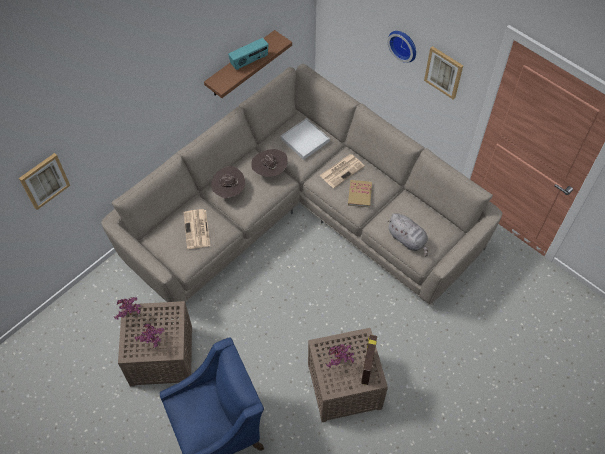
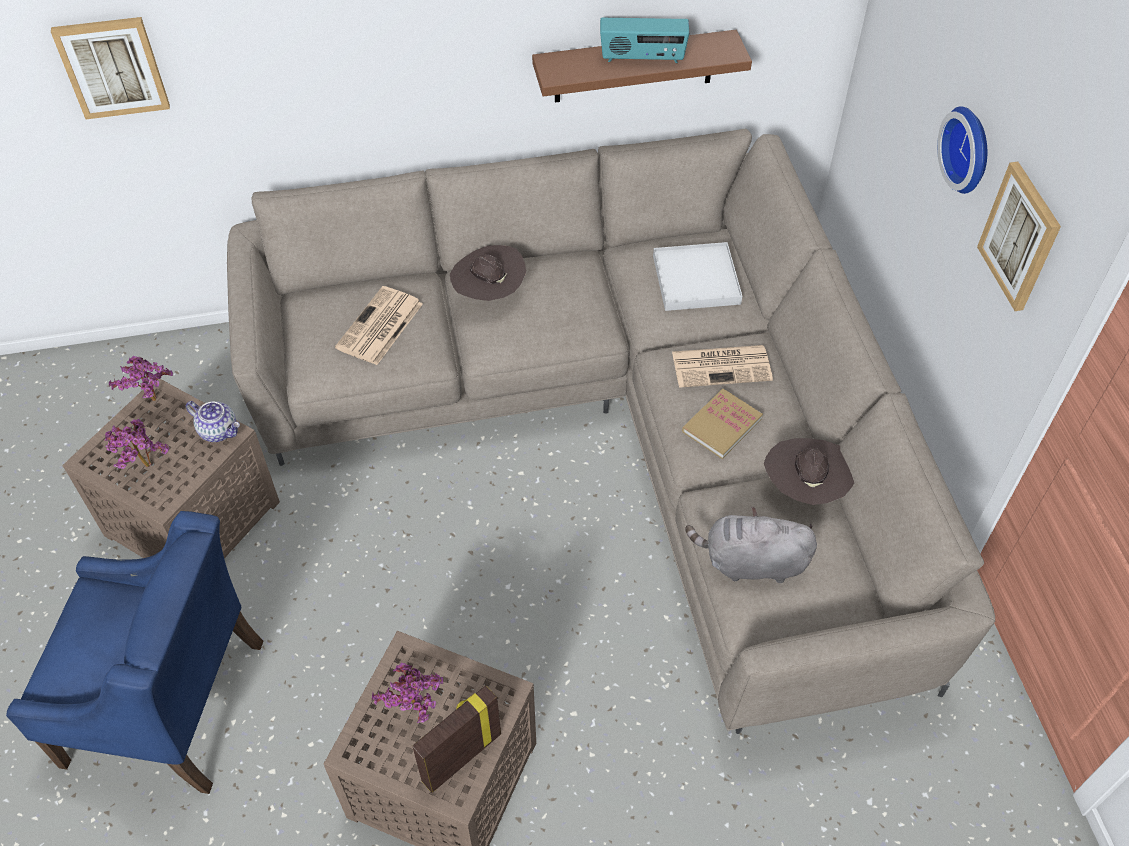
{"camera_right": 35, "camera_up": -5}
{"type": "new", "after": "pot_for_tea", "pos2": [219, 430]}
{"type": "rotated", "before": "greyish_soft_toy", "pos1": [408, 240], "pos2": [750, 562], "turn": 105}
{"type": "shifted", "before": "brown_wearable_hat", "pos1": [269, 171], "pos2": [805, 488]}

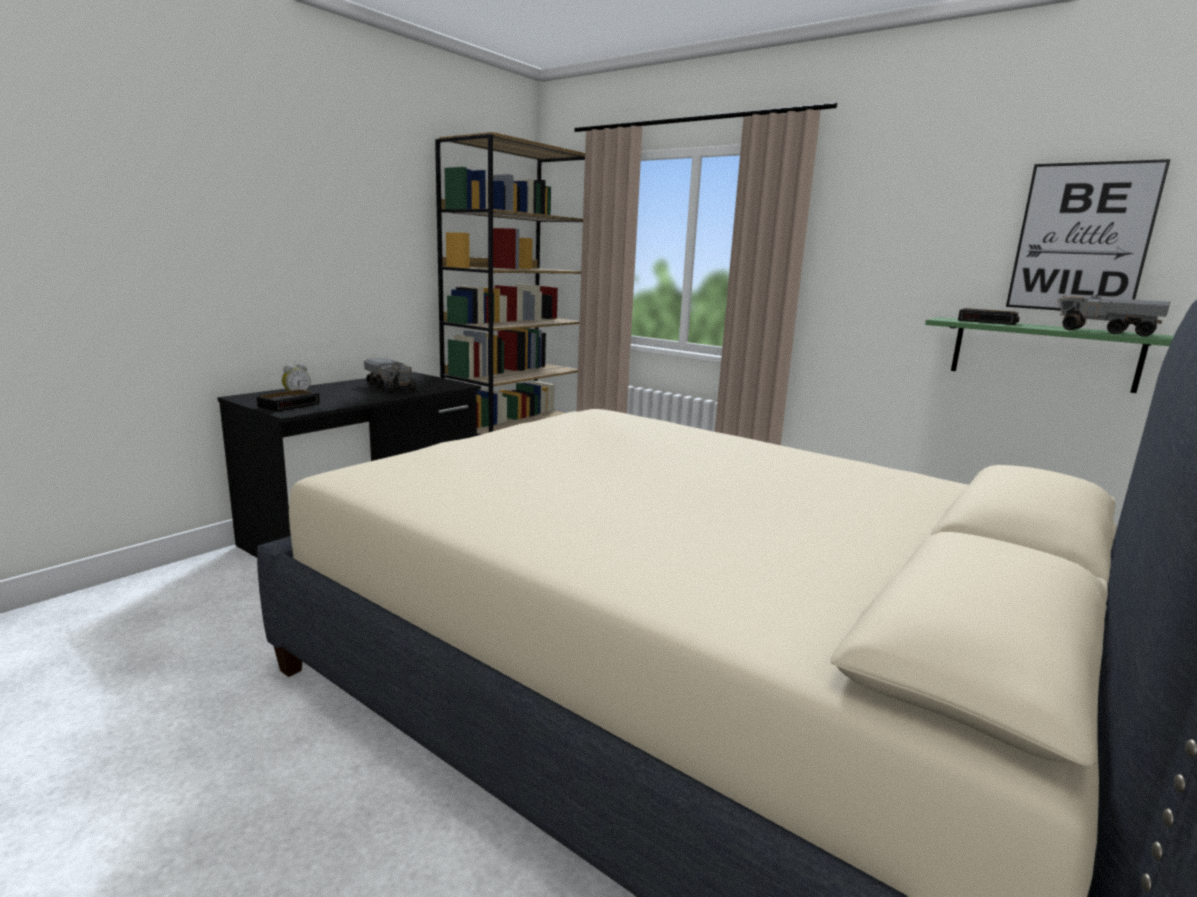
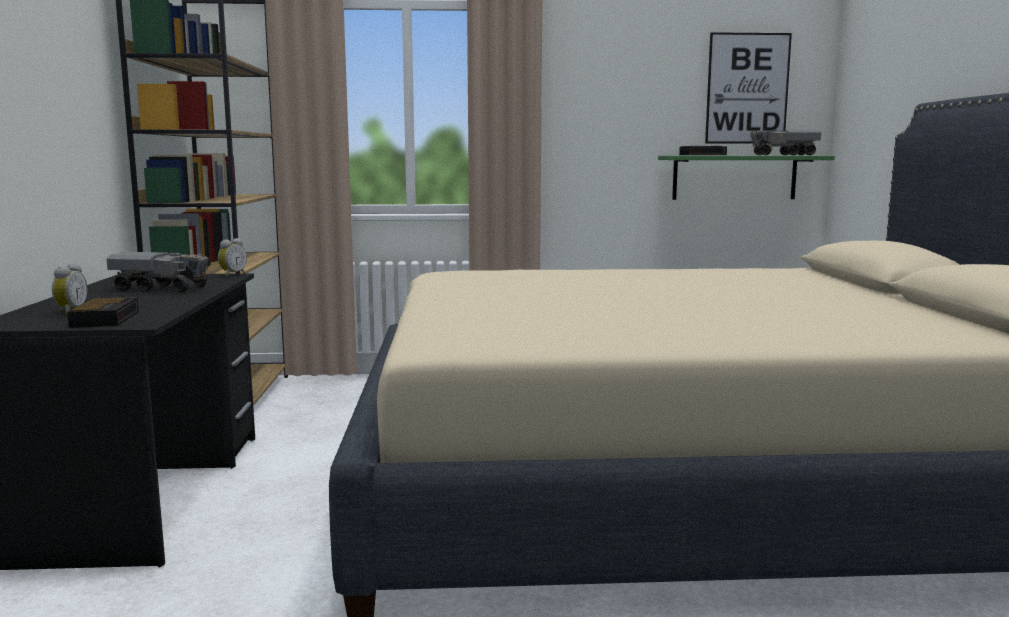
{"camera_right": -40, "camera_up": -5}
{"type": "new", "after": "bedside_clock", "pos2": [232, 275]}

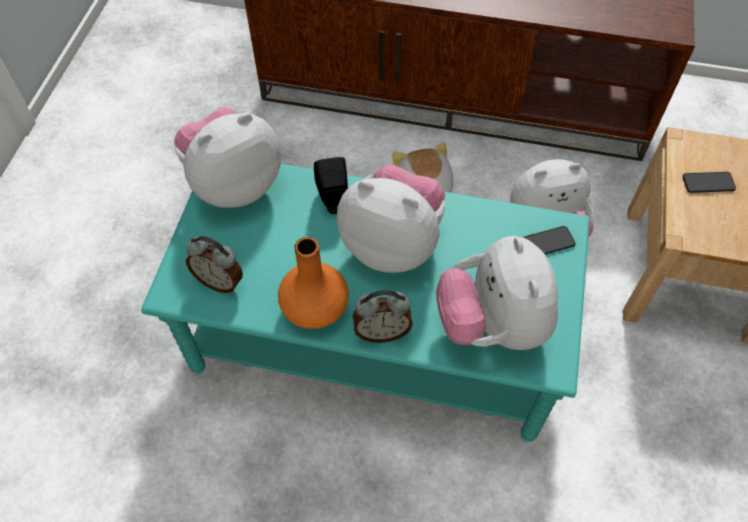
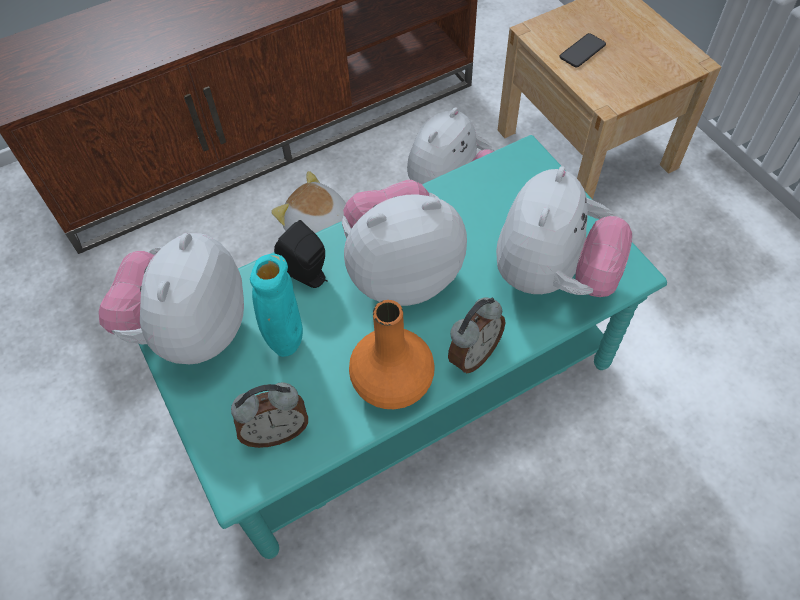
{"camera_right": -40, "camera_up": 0}
{"type": "new", "after": "turquoise_flower_vase", "pos2": [287, 343]}
{"type": "rotated", "before": "soft_toy", "pos1": [492, 324], "pos2": [552, 276], "turn": -105}
{"type": "gone", "before": "phone", "pos1": [546, 243]}

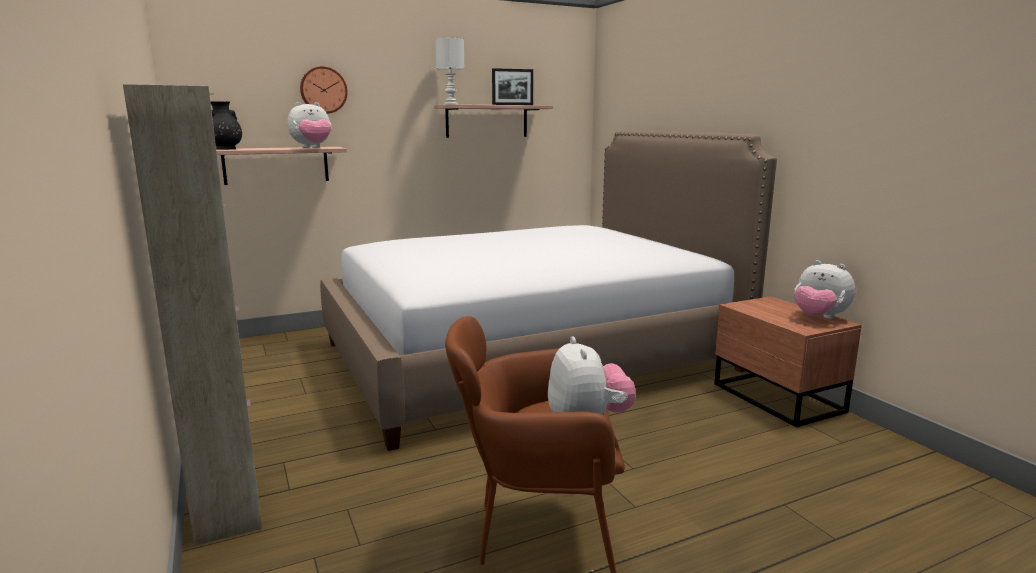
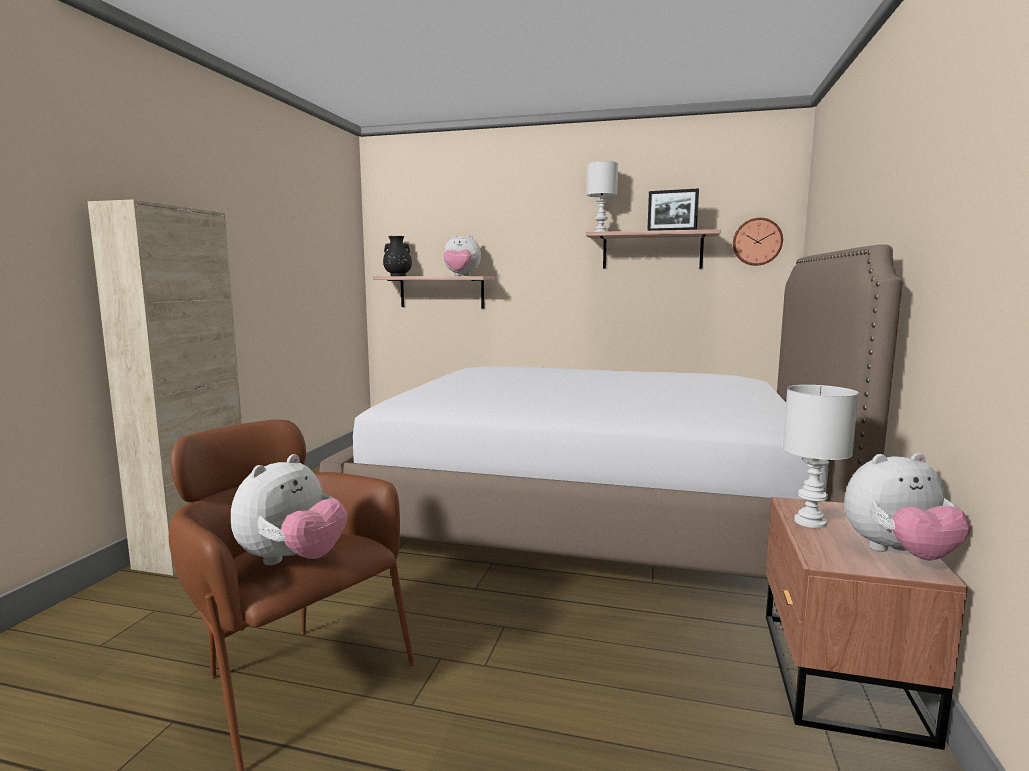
{"camera_right": 40, "camera_up": -5}
{"type": "shifted", "before": "clock_on_the_wall", "pos1": [323, 90], "pos2": [757, 242]}
{"type": "new", "after": "whitish_tabletop_lamp", "pos2": [809, 522]}
{"type": "rotated", "before": "soft_toy", "pos1": [819, 318], "pos2": [898, 554], "turn": -90}

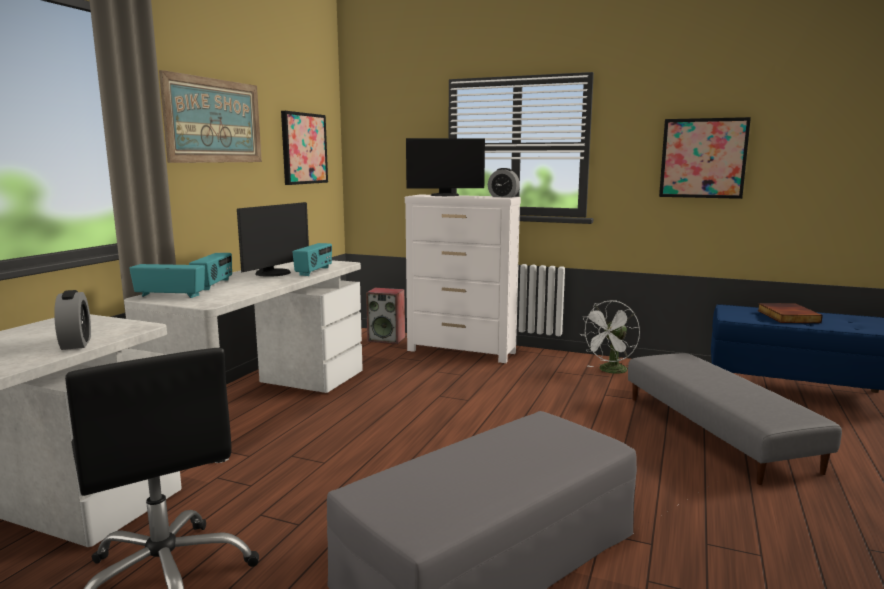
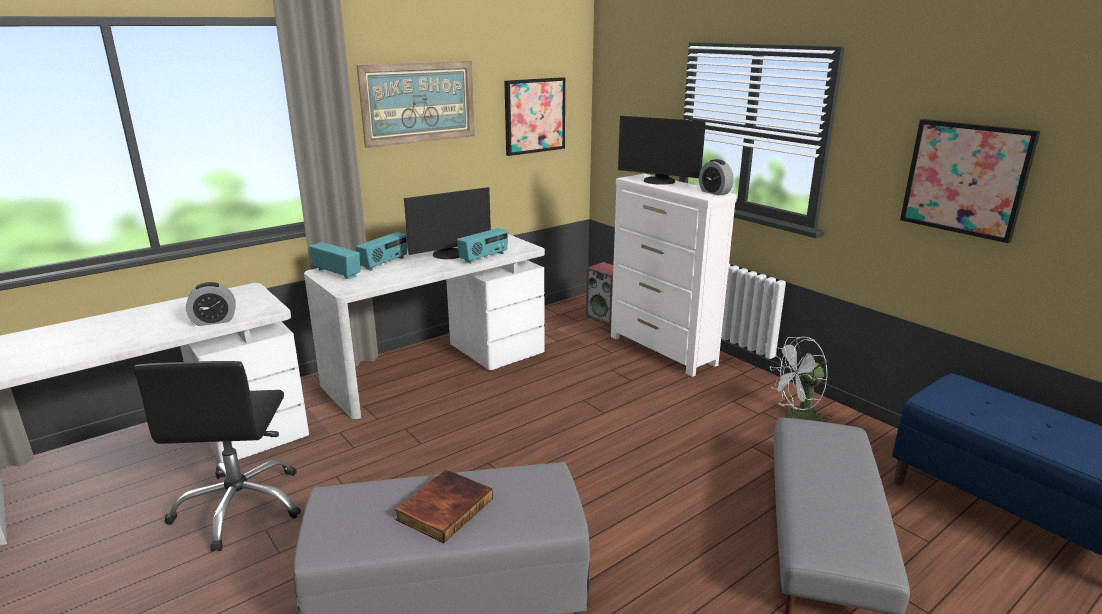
{"camera_right": 30, "camera_up": 10}
{"type": "rotated", "before": "bedside_clock", "pos1": [76, 343], "pos2": [214, 321], "turn": 60}
{"type": "shifted", "before": "book", "pos1": [786, 316], "pos2": [444, 508]}

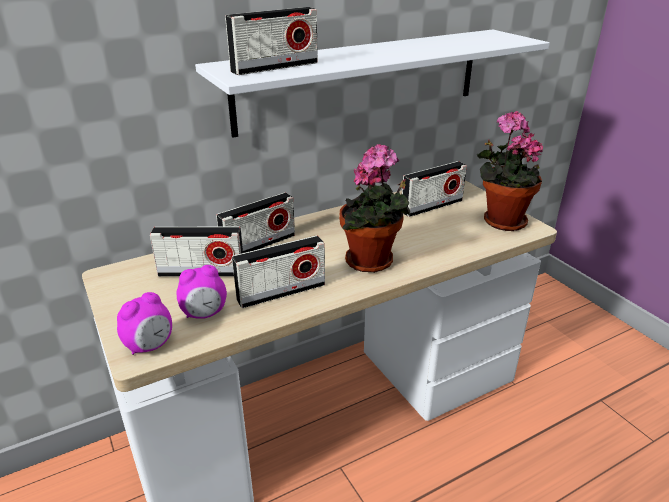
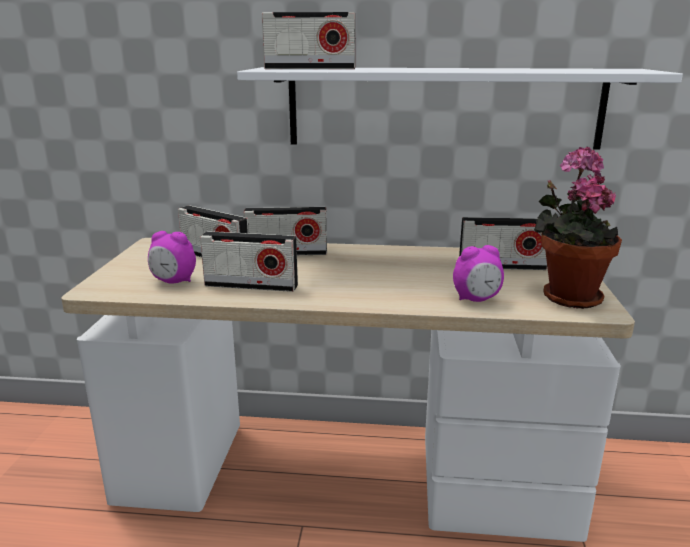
{"camera_right": 35, "camera_up": -10}
{"type": "shifted", "before": "bedside_clock", "pos1": [150, 346], "pos2": [476, 299]}
{"type": "gone", "before": "potted_plant", "pos1": [372, 263]}

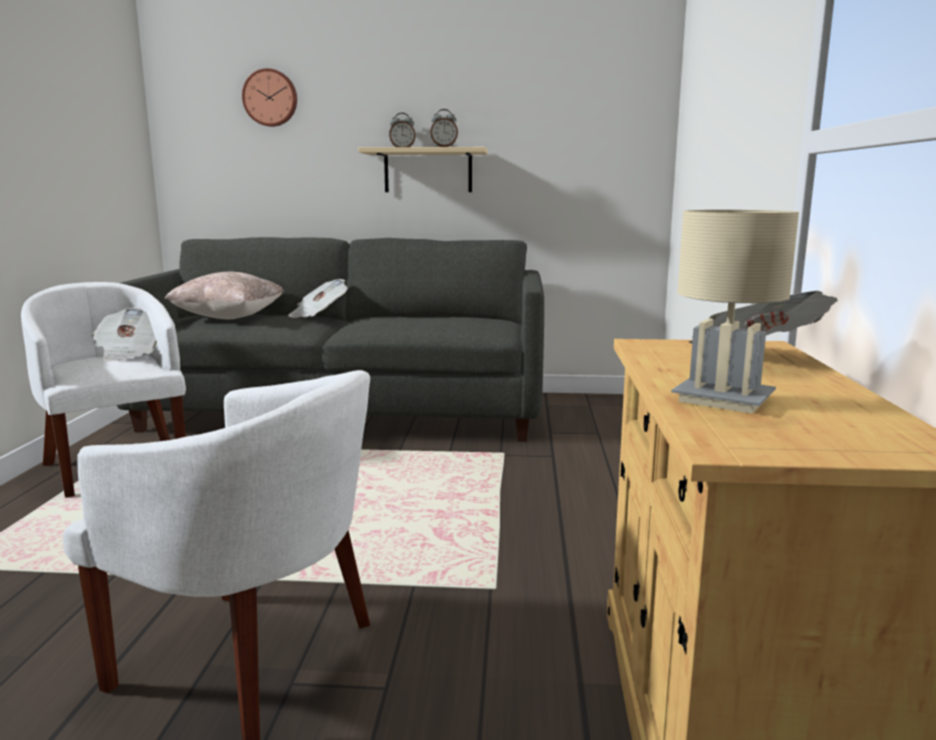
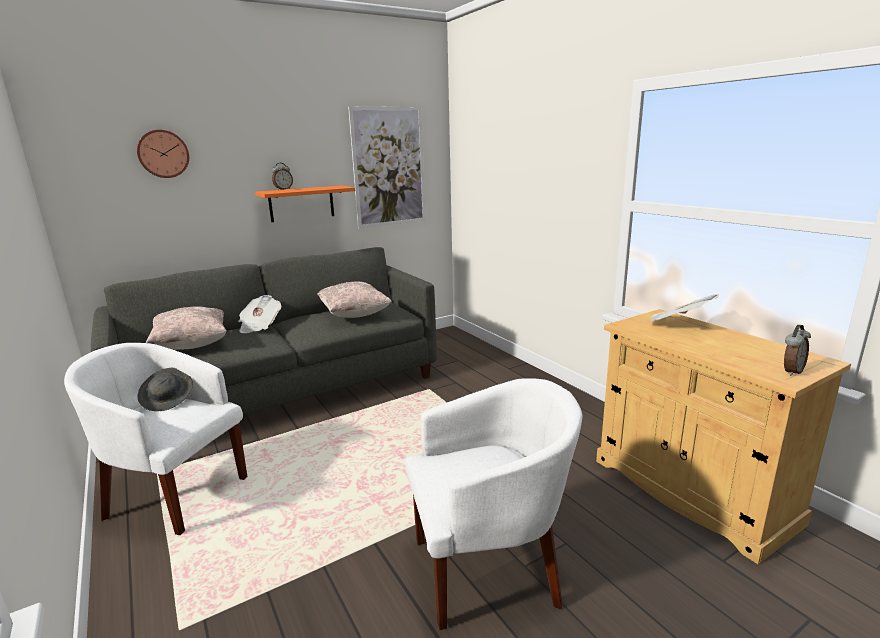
{"camera_right": -35, "camera_up": 5}
{"type": "swapped", "before": "printed_paper", "after": "greyish_wearable_hat", "pos1": [129, 353], "pos2": [168, 400]}
{"type": "repainted", "before": "beige-coloured_shelf", "after": "orange_shelf", "pos1": [428, 171], "pos2": [301, 203]}
{"type": "new", "after": "beige-coloured_cushion", "pos2": [354, 315]}
{"type": "new", "after": "wall_picture", "pos2": [389, 167]}
{"type": "shifted", "before": "bedside_clock", "pos1": [444, 147], "pos2": [791, 371]}
{"type": "gone", "before": "beige-coloured_tabletop_lamp", "pos1": [723, 400]}

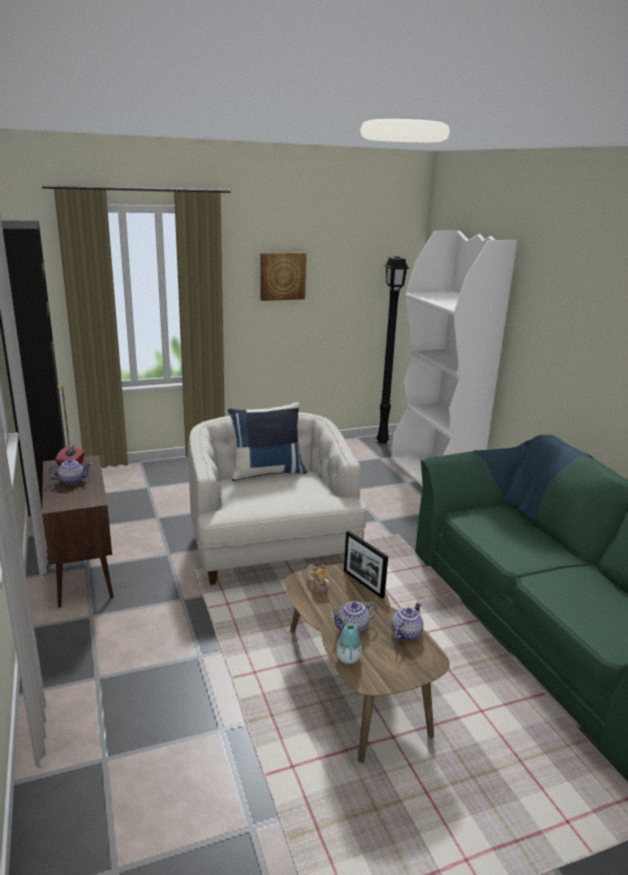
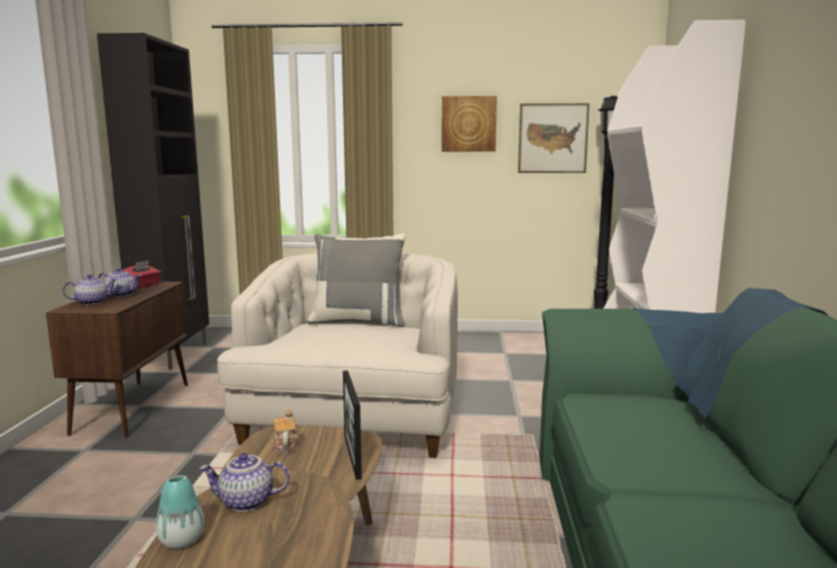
{"camera_right": 25, "camera_up": -10}
{"type": "shifted", "before": "pot_for_tea", "pos1": [405, 633], "pos2": [92, 302]}
{"type": "repainted", "before": "blue_cushion", "after": "greyish_cushion", "pos1": [267, 472], "pos2": [359, 321]}
{"type": "new", "after": "wall_picture", "pos2": [553, 138]}

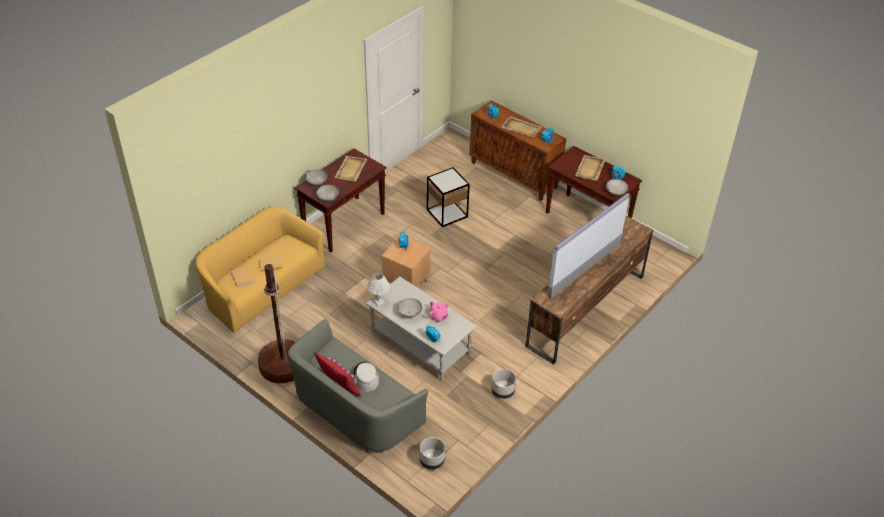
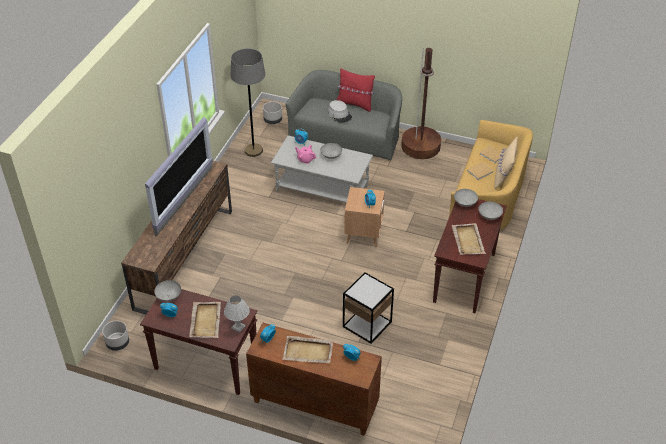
{"camera_right": 160, "camera_up": 0}
{"type": "shifted", "before": "greyish_plant_pot", "pos1": [503, 391], "pos2": [117, 343]}
{"type": "shifted", "before": "whitish_tabletop_lamp", "pos1": [379, 302], "pos2": [238, 327]}
{"type": "new", "after": "greyish_standard_lamp", "pos2": [253, 150]}
{"type": "new", "after": "beige-coloured_cushion", "pos2": [503, 177]}

